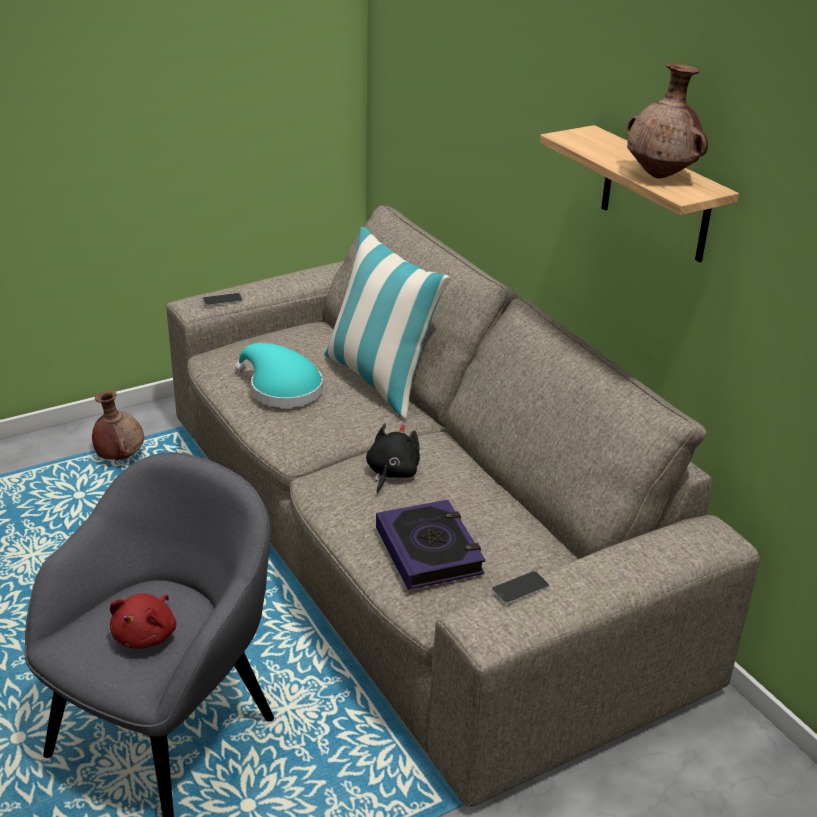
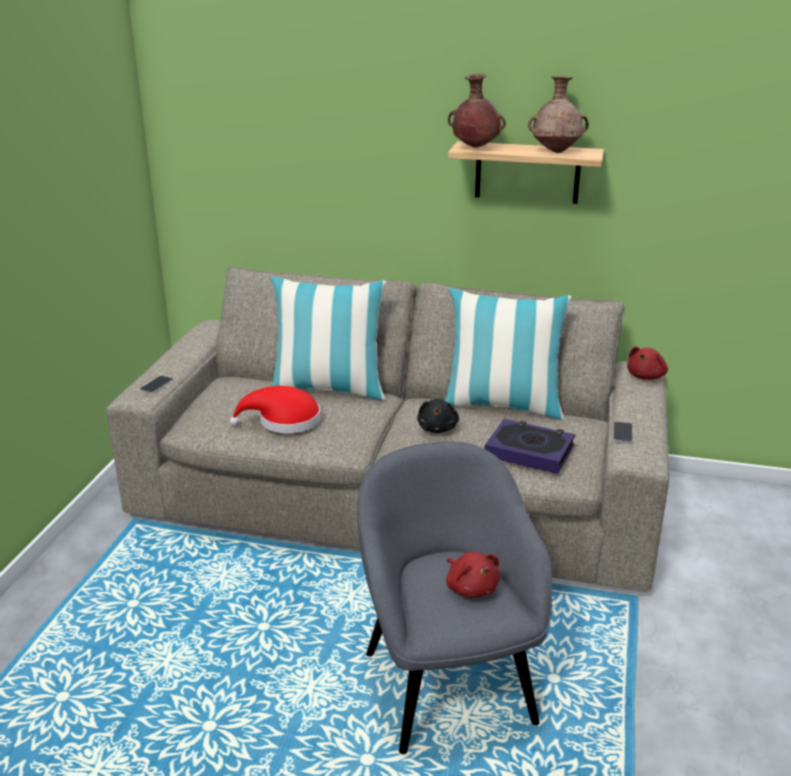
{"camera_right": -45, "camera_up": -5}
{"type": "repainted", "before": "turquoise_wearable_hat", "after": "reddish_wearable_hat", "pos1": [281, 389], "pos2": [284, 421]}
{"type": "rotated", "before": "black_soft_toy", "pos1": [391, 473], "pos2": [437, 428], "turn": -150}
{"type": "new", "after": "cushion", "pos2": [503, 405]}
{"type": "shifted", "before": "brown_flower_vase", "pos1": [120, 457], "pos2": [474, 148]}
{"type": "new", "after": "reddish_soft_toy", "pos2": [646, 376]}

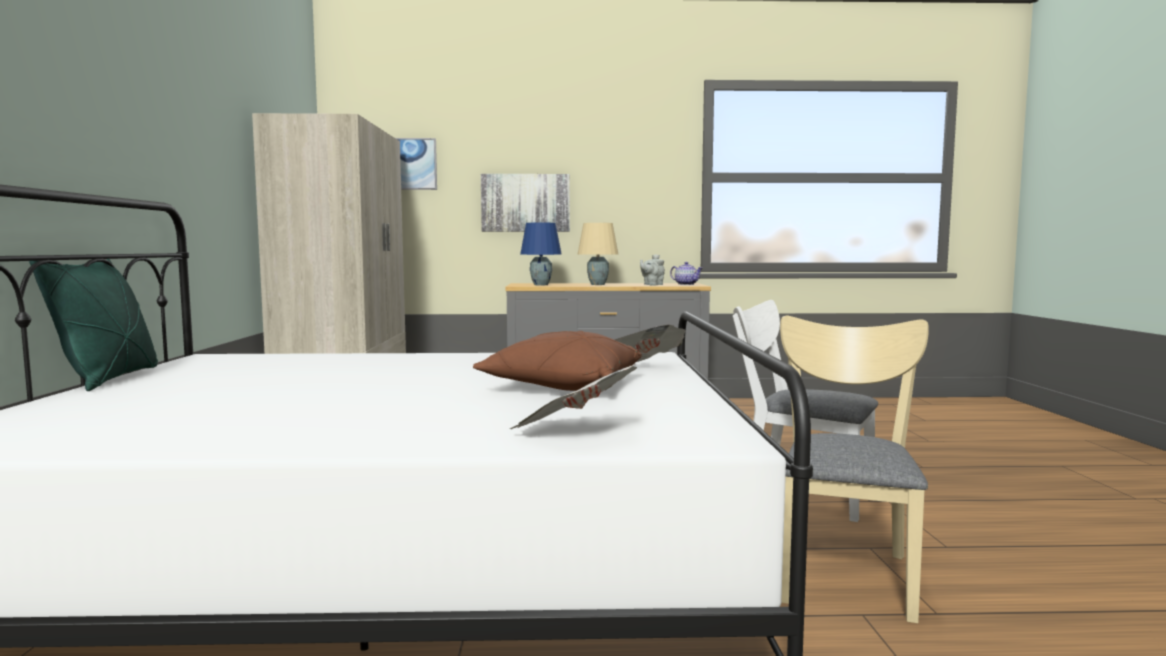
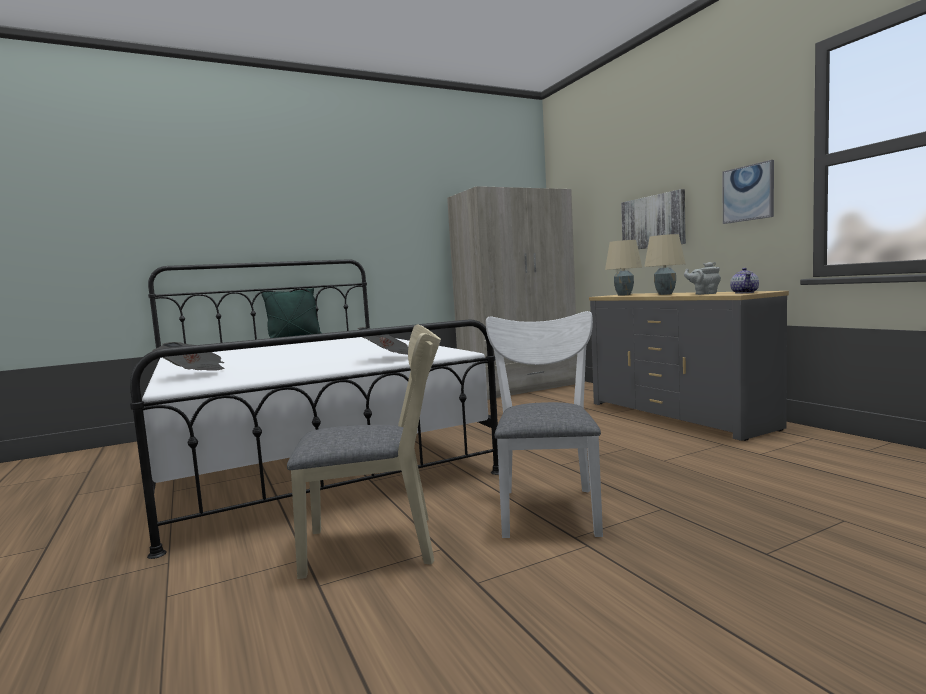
{"camera_right": 65, "camera_up": 0}
{"type": "repainted", "before": "blue_tabletop_lamp", "after": "beige-coloured_tabletop_lamp", "pos1": [541, 285], "pos2": [623, 295]}
{"type": "shifted", "before": "wall_picture", "pos1": [411, 164], "pos2": [748, 193]}
{"type": "gone", "before": "brown_cushion", "pos1": [562, 387]}

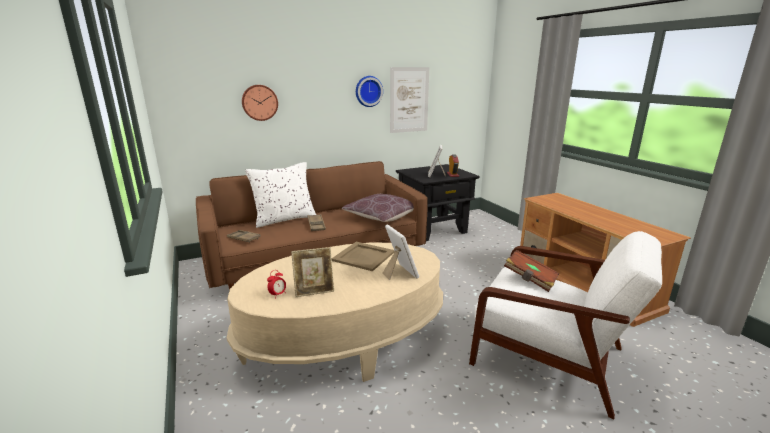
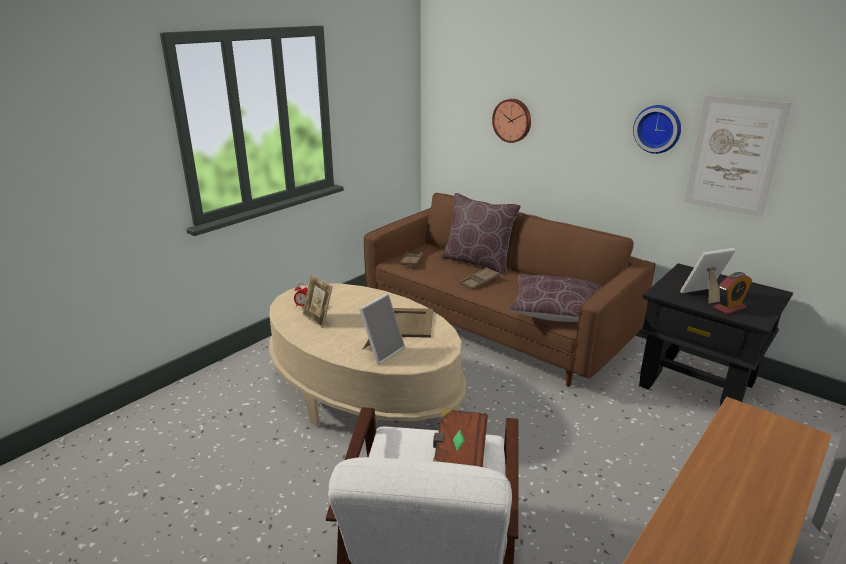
{"camera_right": 65, "camera_up": 5}
{"type": "repainted", "before": "whitish_cushion", "after": "brown_cushion", "pos1": [284, 219], "pos2": [478, 262]}

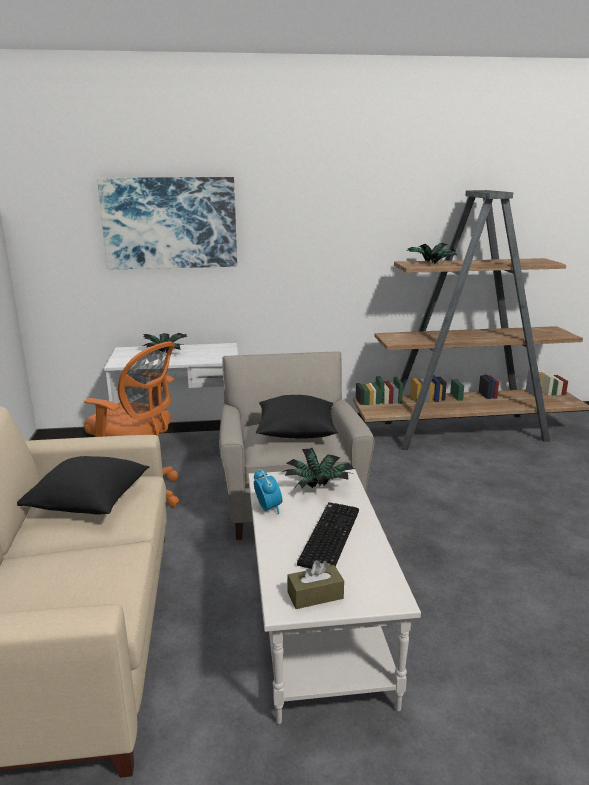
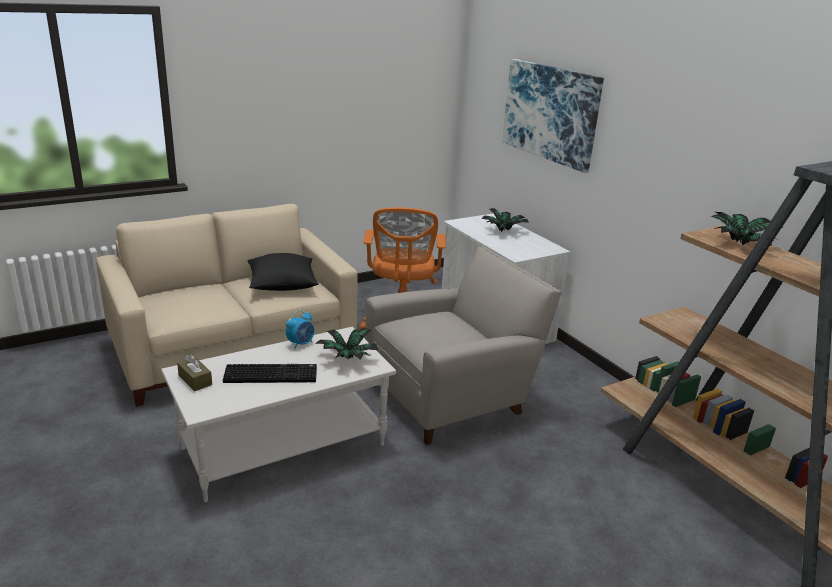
{"camera_right": 65, "camera_up": 5}
{"type": "gone", "before": "black_cushion", "pos1": [296, 432]}

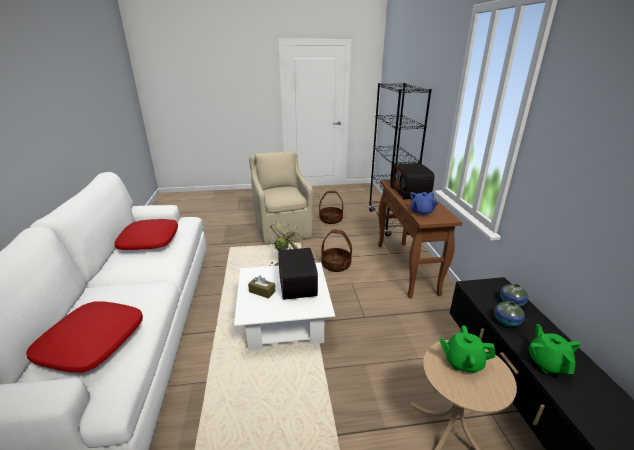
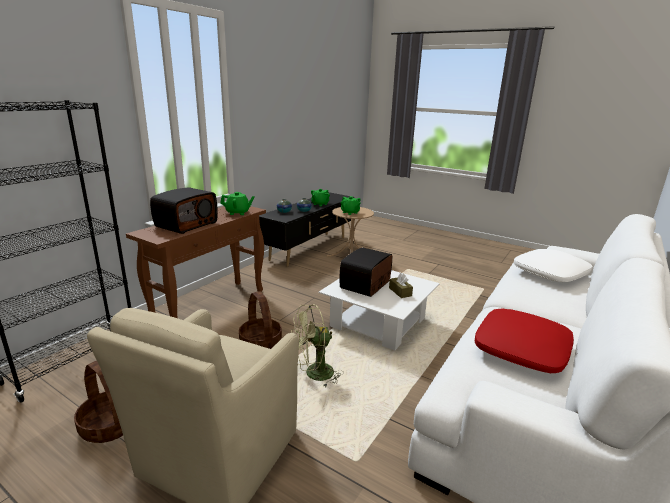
{"camera_right": -140, "camera_up": -5}
{"type": "repainted", "before": "blue_pot_for_tea", "after": "green-coloured_pot_for_tea", "pos1": [421, 212], "pos2": [238, 213]}
{"type": "repainted", "before": "reddish_cushion", "after": "whitish_cushion", "pos1": [92, 342], "pos2": [550, 273]}

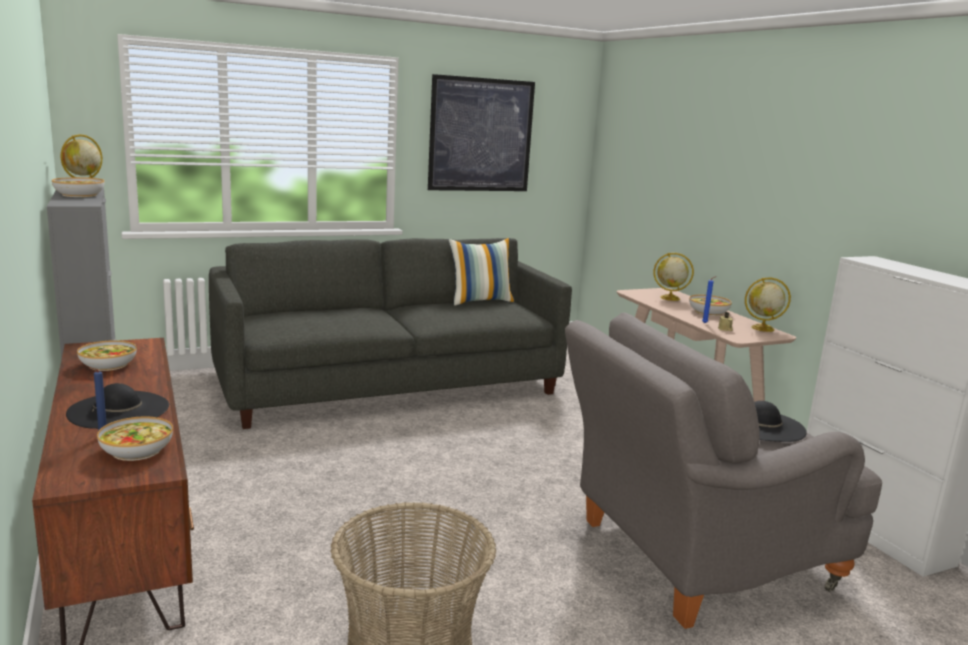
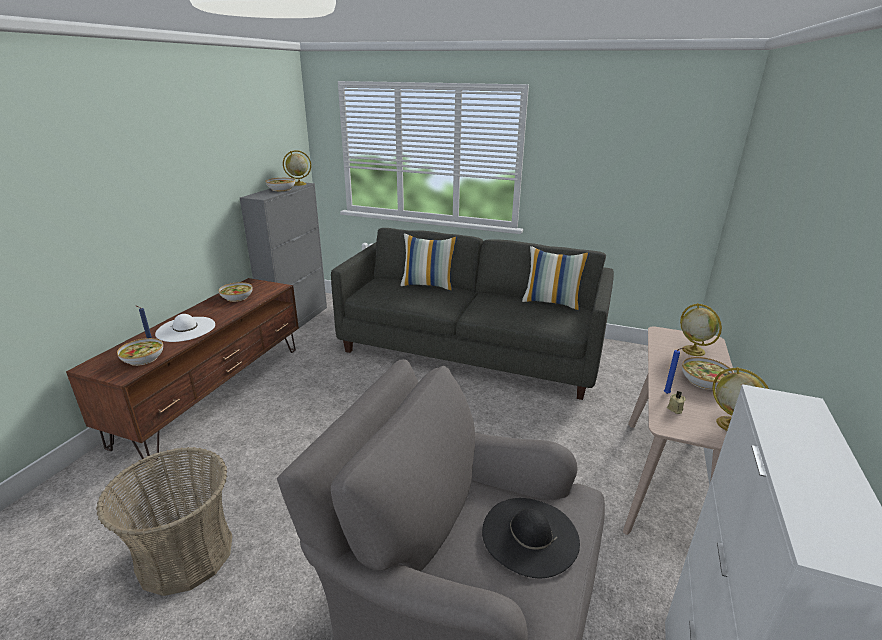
{"camera_right": 45, "camera_up": 10}
{"type": "repainted", "before": "black_wearable_hat", "after": "whitish_wearable_hat", "pos1": [119, 410], "pos2": [186, 329]}
{"type": "new", "after": "cushion", "pos2": [428, 285]}
{"type": "gone", "before": "wall_picture", "pos1": [481, 135]}

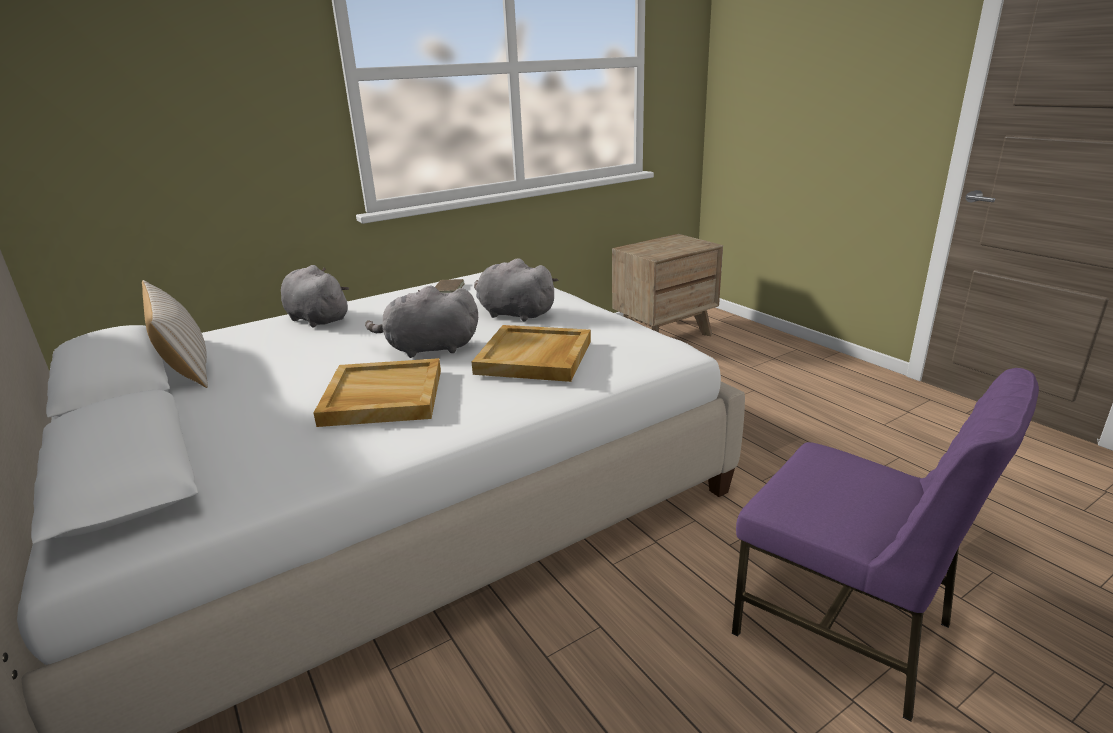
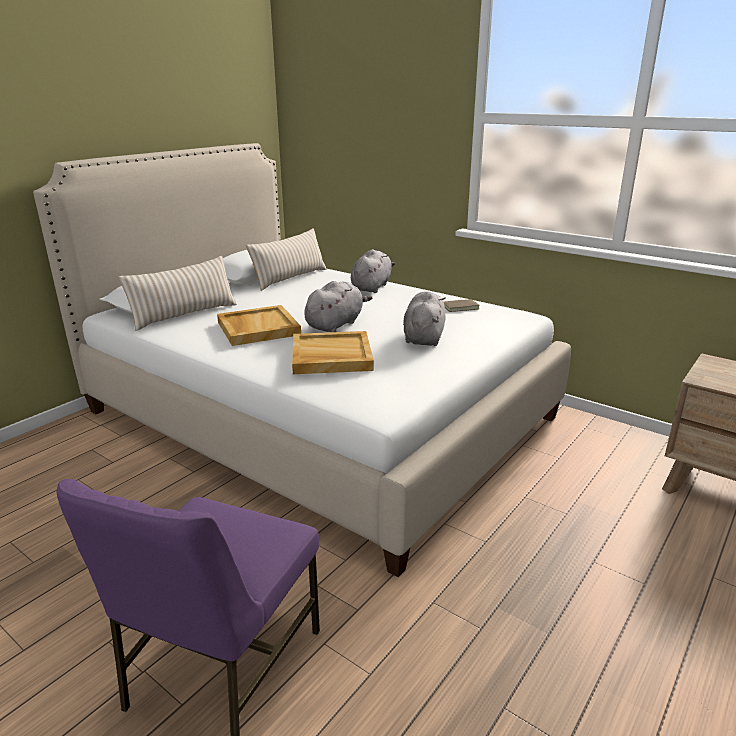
{"camera_right": 70, "camera_up": 0}
{"type": "new", "after": "beige-coloured_cushion", "pos2": [184, 315]}
{"type": "rotated", "before": "greyish_soft_toy", "pos1": [428, 349], "pos2": [336, 324], "turn": 60}

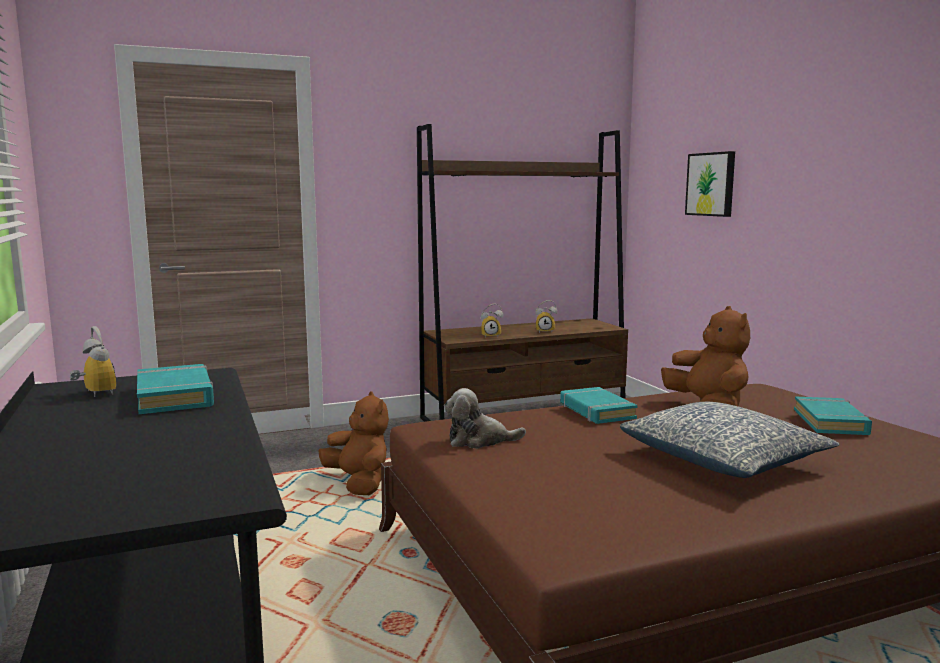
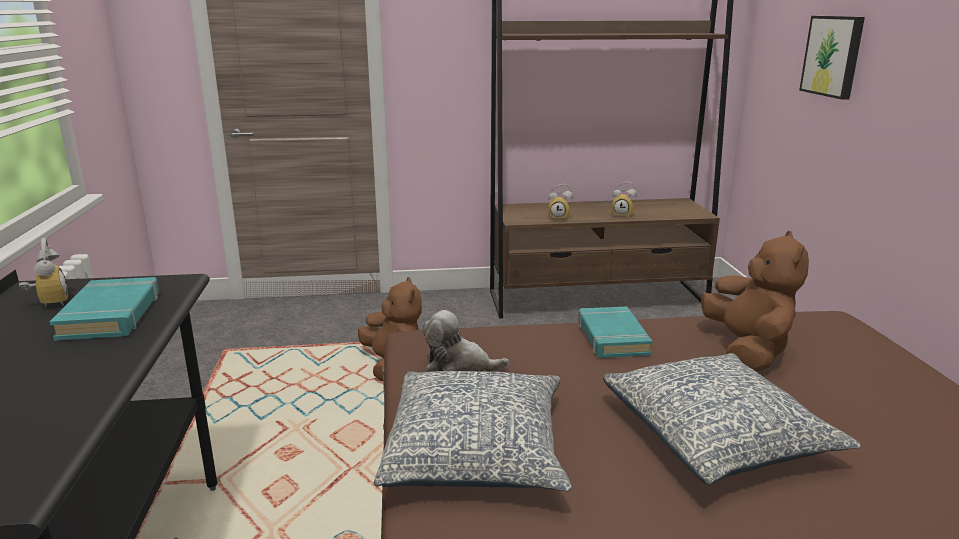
{"camera_right": 15, "camera_up": 10}
{"type": "new", "after": "cushion", "pos2": [477, 452]}
{"type": "gone", "before": "turquoise_book", "pos1": [830, 422]}

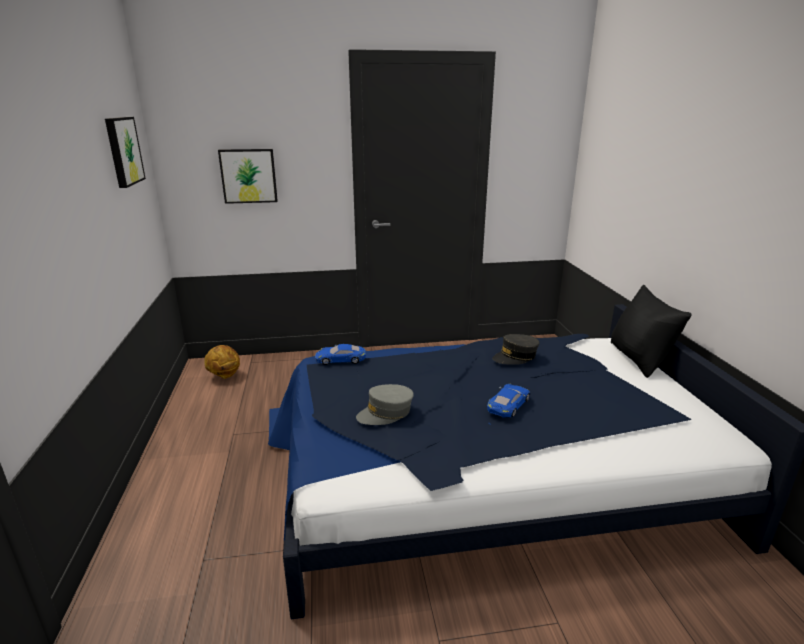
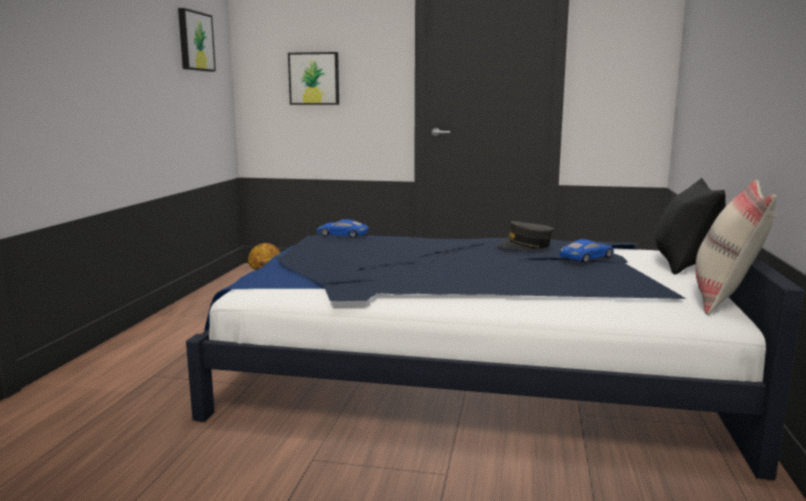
{"camera_right": 20, "camera_up": -10}
{"type": "shifted", "before": "blue_miniature_car", "pos1": [508, 404], "pos2": [586, 257]}
{"type": "new", "after": "beige-coloured_cushion", "pos2": [725, 299]}
{"type": "gone", "before": "greyish_cap", "pos1": [385, 413]}

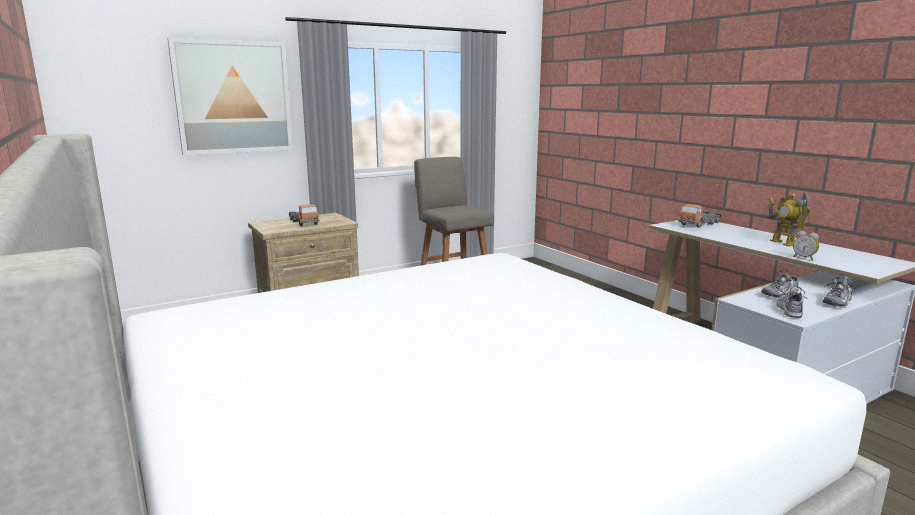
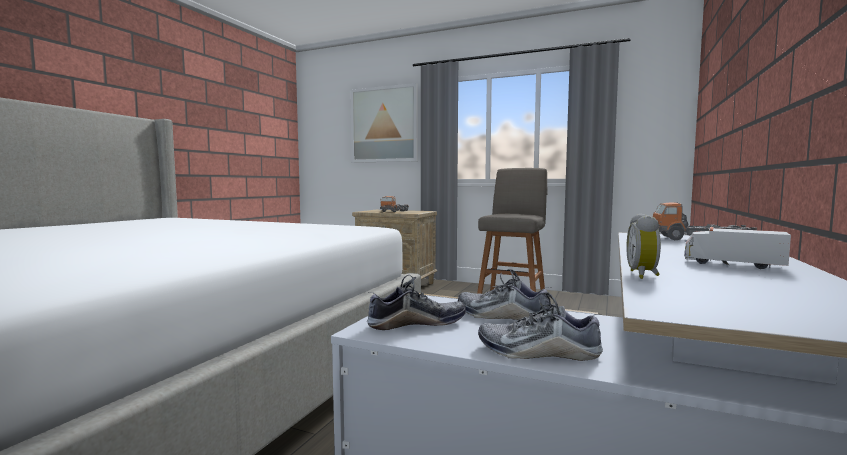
{"camera_right": 55, "camera_up": -10}
{"type": "swapped", "before": "robot_figure", "after": "toy_truck", "pos1": [783, 243], "pos2": [732, 264]}

